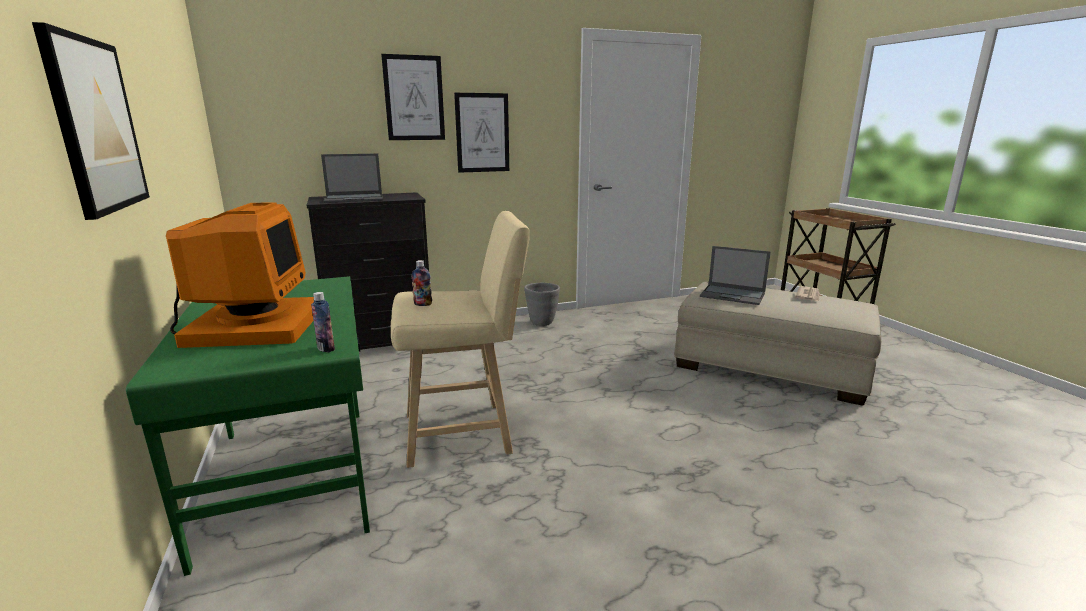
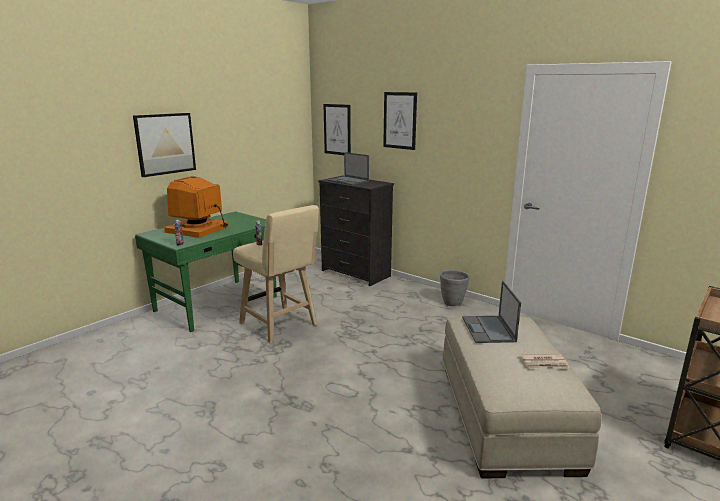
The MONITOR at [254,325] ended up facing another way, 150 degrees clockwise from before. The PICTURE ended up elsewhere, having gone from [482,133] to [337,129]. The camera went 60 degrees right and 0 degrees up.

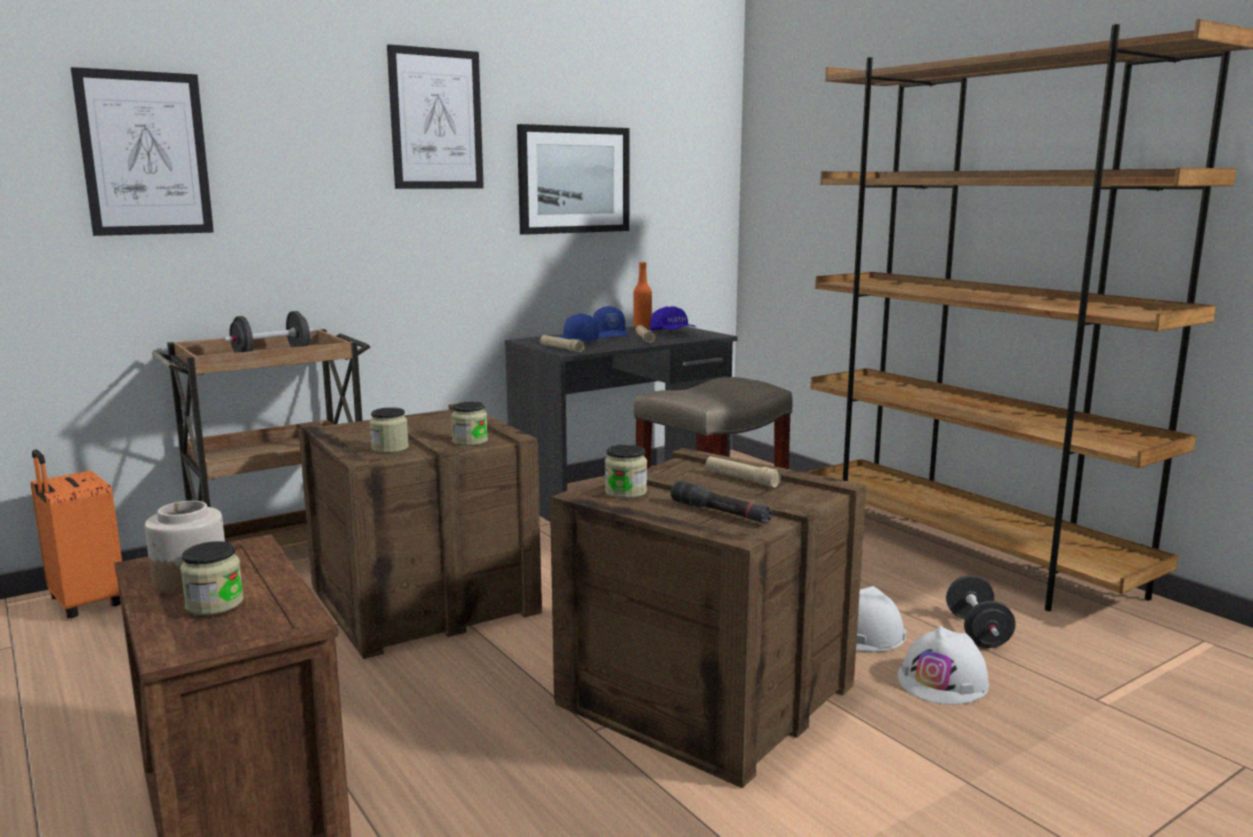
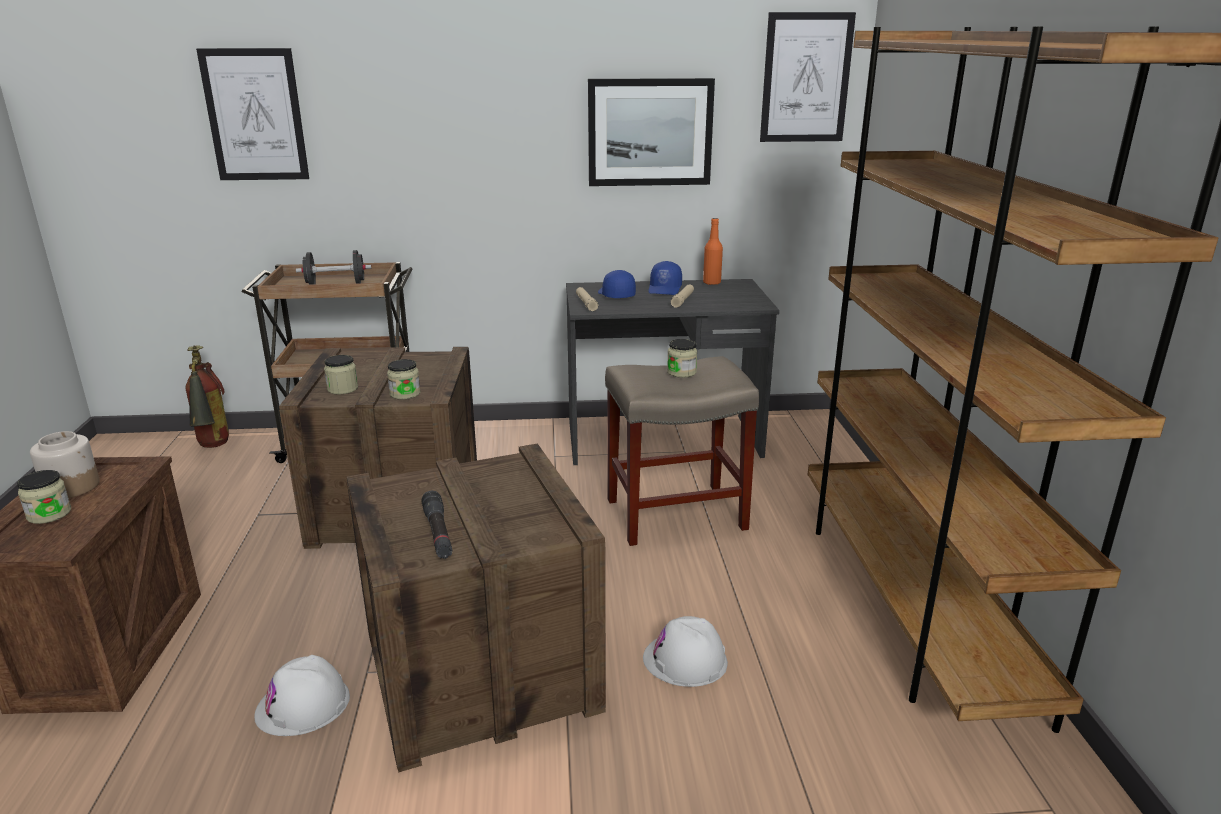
Where the ORANGE SUITCASE stood at [84,603], the FIRE EXTINGUISHER came to stand at [212,448]. The PICTURE ended up elsewhere, having gone from [436,119] to [806,78]. The JAR ended up elsewhere, having gone from [625,492] to [681,372]. The second view lost the BLUE CAP at [672,333]. The second view lost the BEIGE FLASHLIGHT at [741,479]. The WHITE HARD HAT ended up elsewhere, having gone from [943,681] to [303,705]. The second view lost the BLACK DUMBBELL at [977,632]. The camera went 30 degrees right and 10 degrees up.

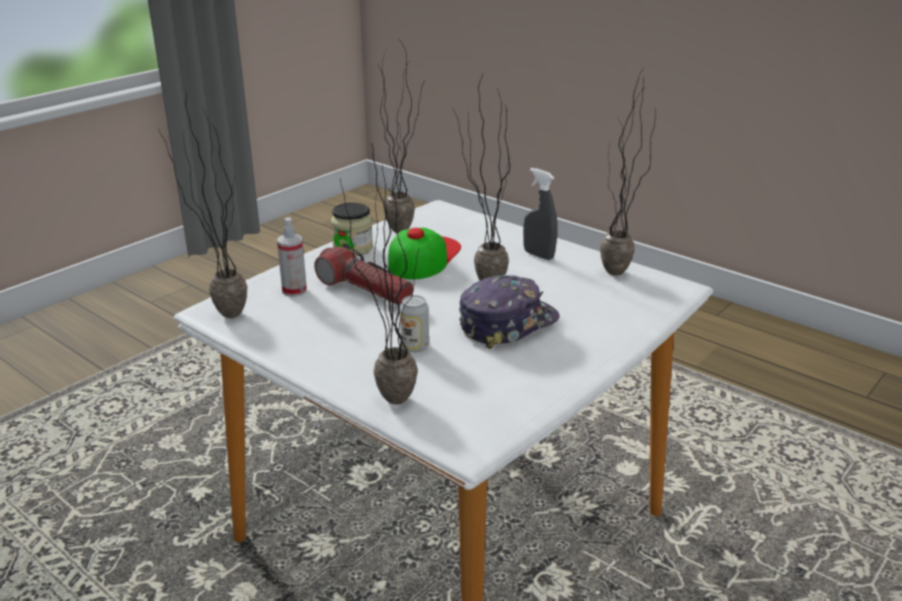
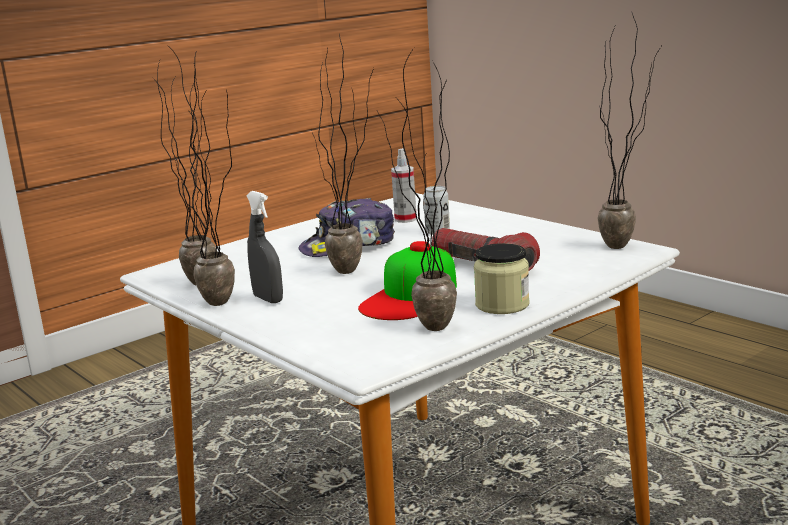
The SPRAY BOTTLE ended up elsewhere, having gone from [294,291] to [405,219]. The POTTED PLANT ended up elsewhere, having gone from [387,394] to [223,306]. The camera went 170 degrees left and 10 degrees down.

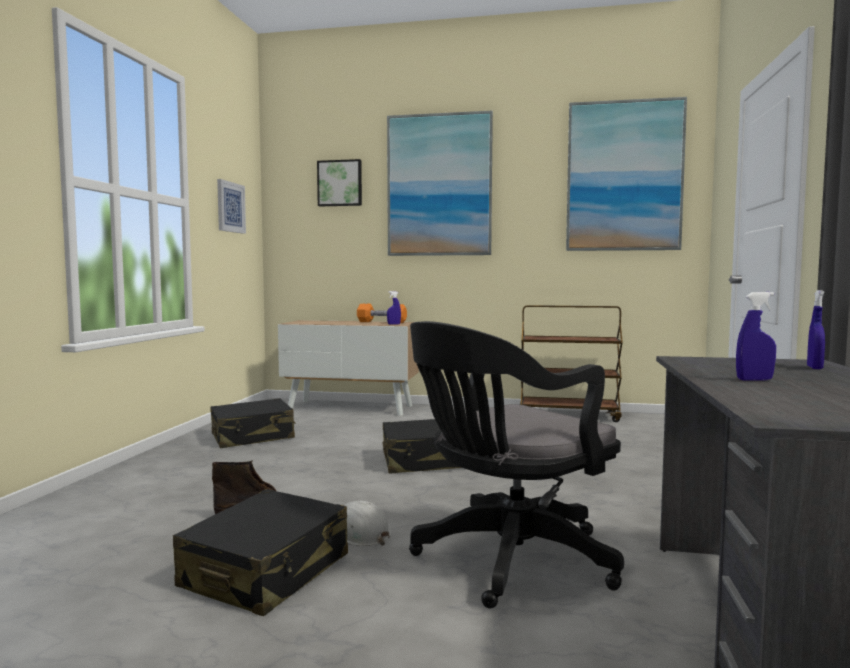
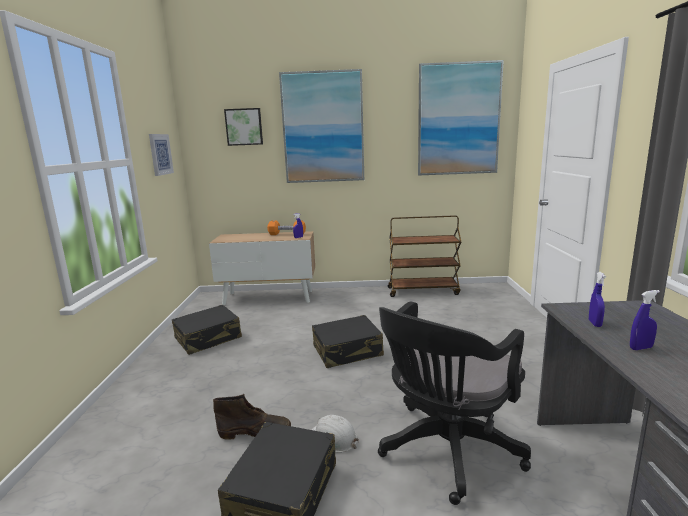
The BLUE SPRAY BOTTLE ended up elsewhere, having gone from [814,368] to [594,323]. The camera went 10 degrees left and 10 degrees up.

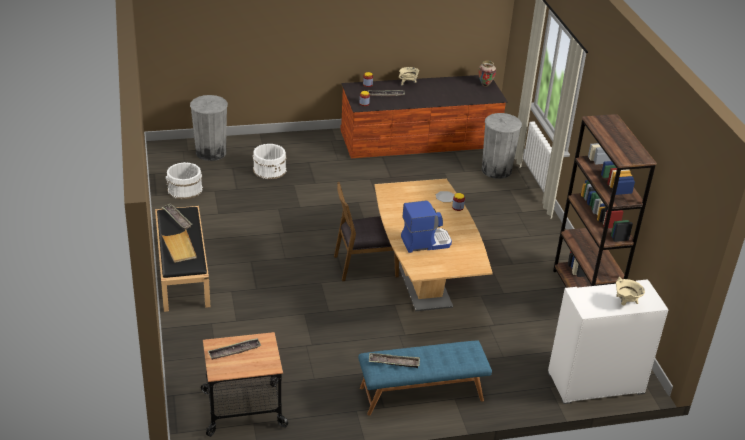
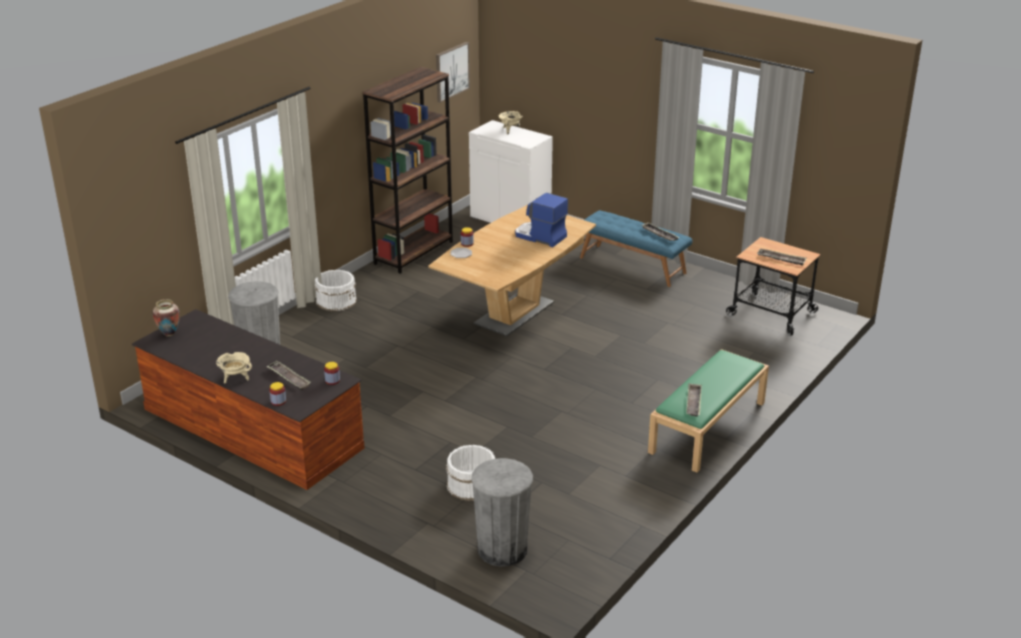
What was the BLACK BENCH at [182,271] turned into the GREEN BENCH at [707,427]. The second view lost the BEIGE TRAY at [179,248]. The WHITE BUCKET ended up elsewhere, having gone from [185,190] to [336,301]. The second view lost the BROWN CHAIR at [365,265]. The second view gained the PICTURE at [451,71]. The camera went 130 degrees left and 5 degrees down.

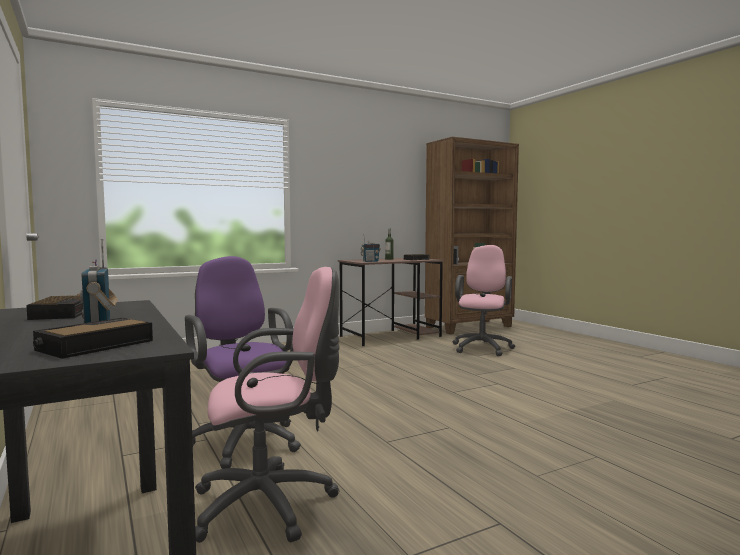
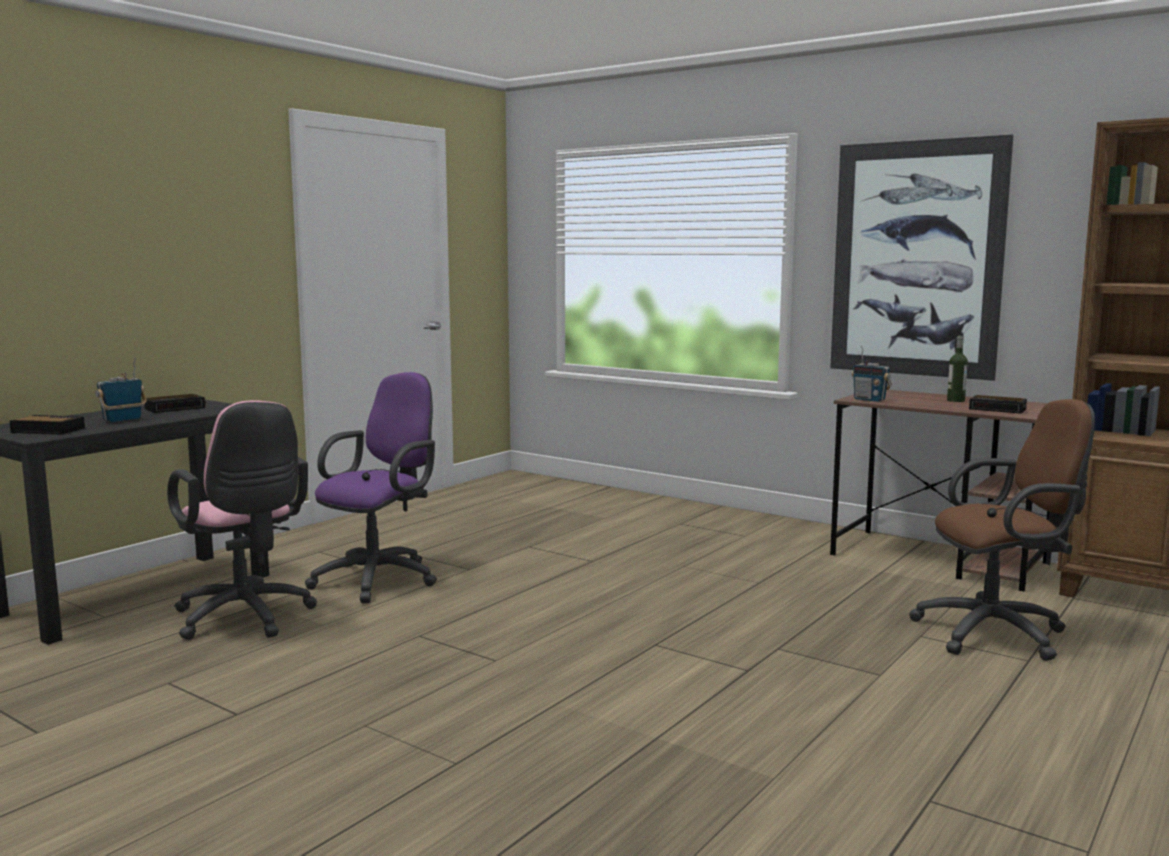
What was the PINK OFFICE CHAIR at [482,347] turned into the BROWN OFFICE CHAIR at [998,633]. The second view gained the PICTURE at [916,259]. The camera went 65 degrees right and 5 degrees up.

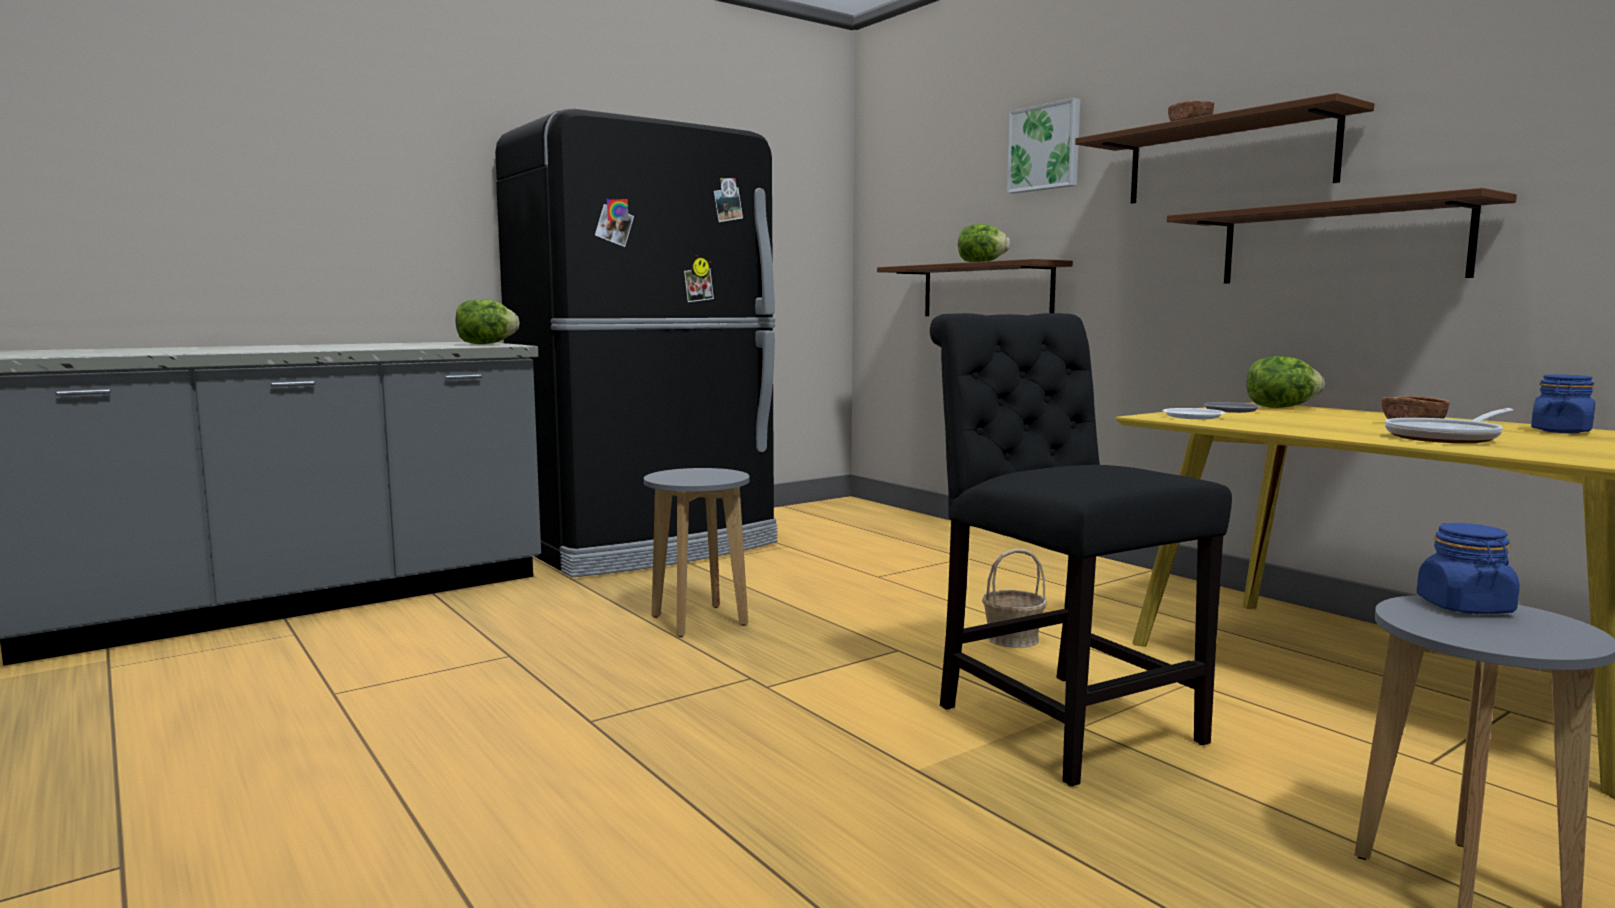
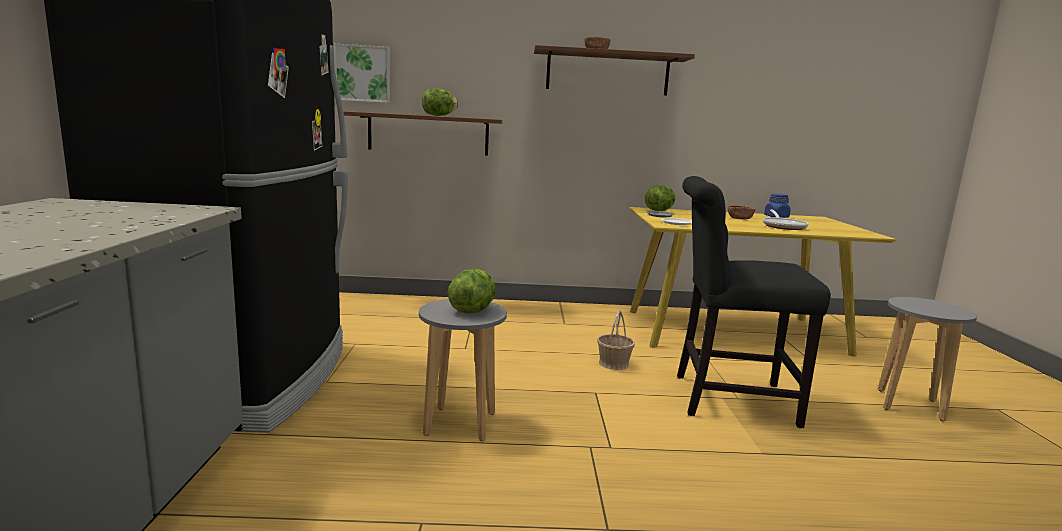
The LETTUCE ended up elsewhere, having gone from [486,344] to [472,310]. The PICTURE ended up elsewhere, having gone from [1045,148] to [363,74]. The second view lost the BROWN SHELF at [1340,244]. The second view lost the BLUE JAR at [1465,607]. The camera went 55 degrees left and 5 degrees up.

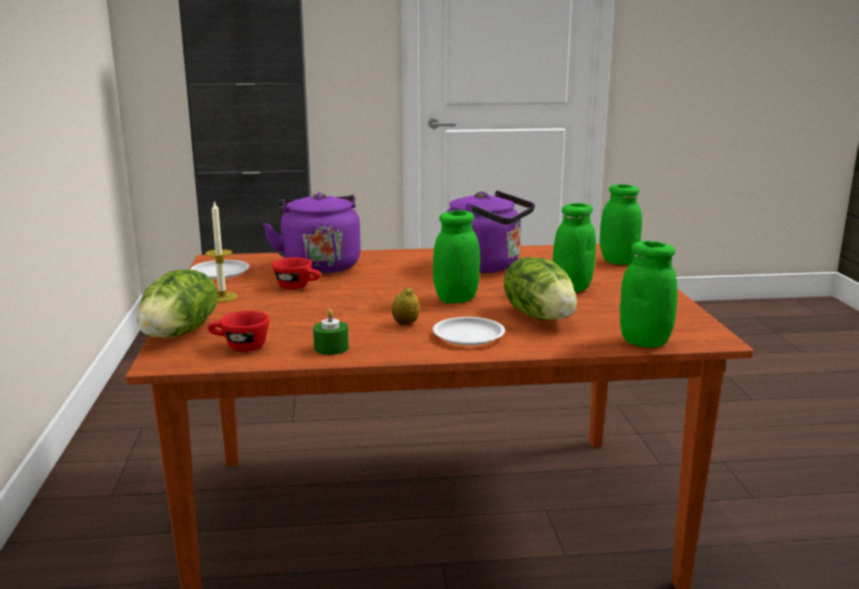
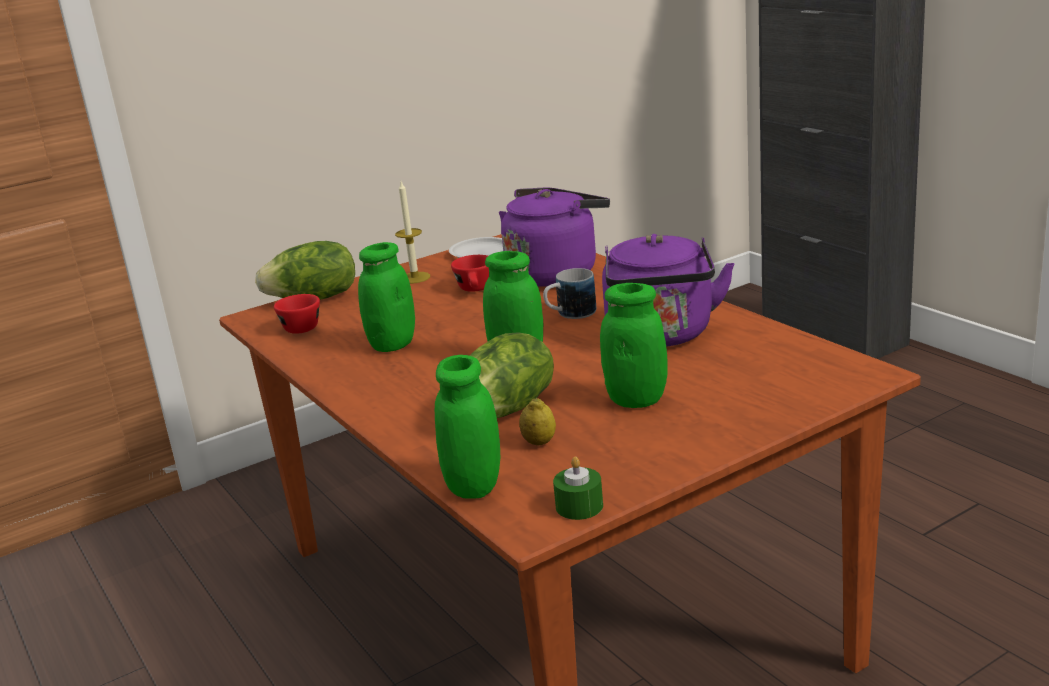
The GREEN CANDLE ended up elsewhere, having gone from [331,348] to [579,506]. The LEMON ended up elsewhere, having gone from [405,323] to [539,442]. The second view lost the WHITE PLATE at [468,336]. The GREEN JAR ended up elsewhere, having gone from [618,261] to [392,344]. The second view gained the MUG at [569,314]. The camera went 65 degrees right and 5 degrees up.

